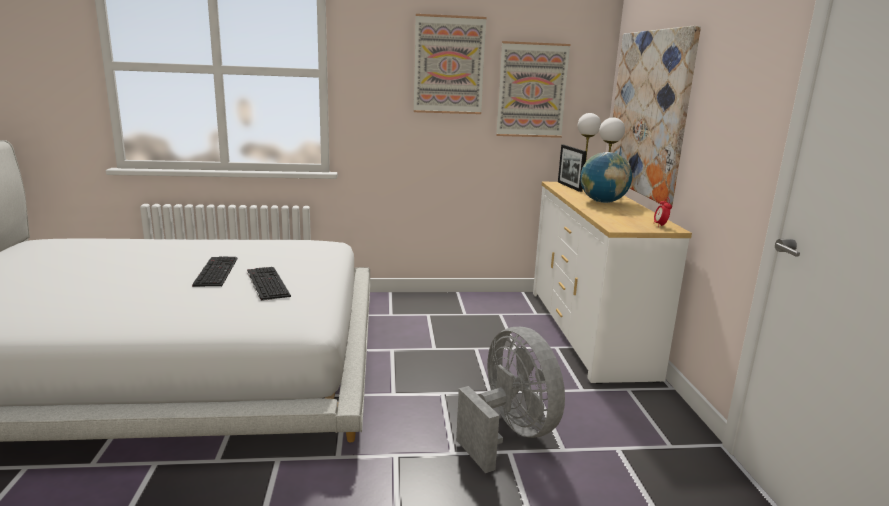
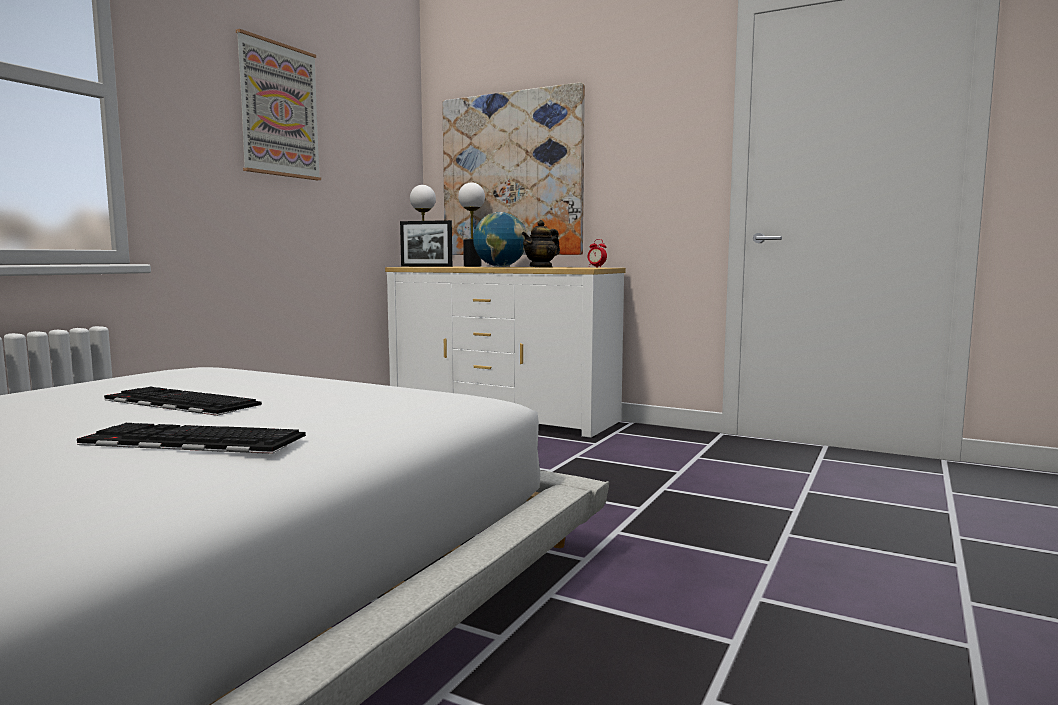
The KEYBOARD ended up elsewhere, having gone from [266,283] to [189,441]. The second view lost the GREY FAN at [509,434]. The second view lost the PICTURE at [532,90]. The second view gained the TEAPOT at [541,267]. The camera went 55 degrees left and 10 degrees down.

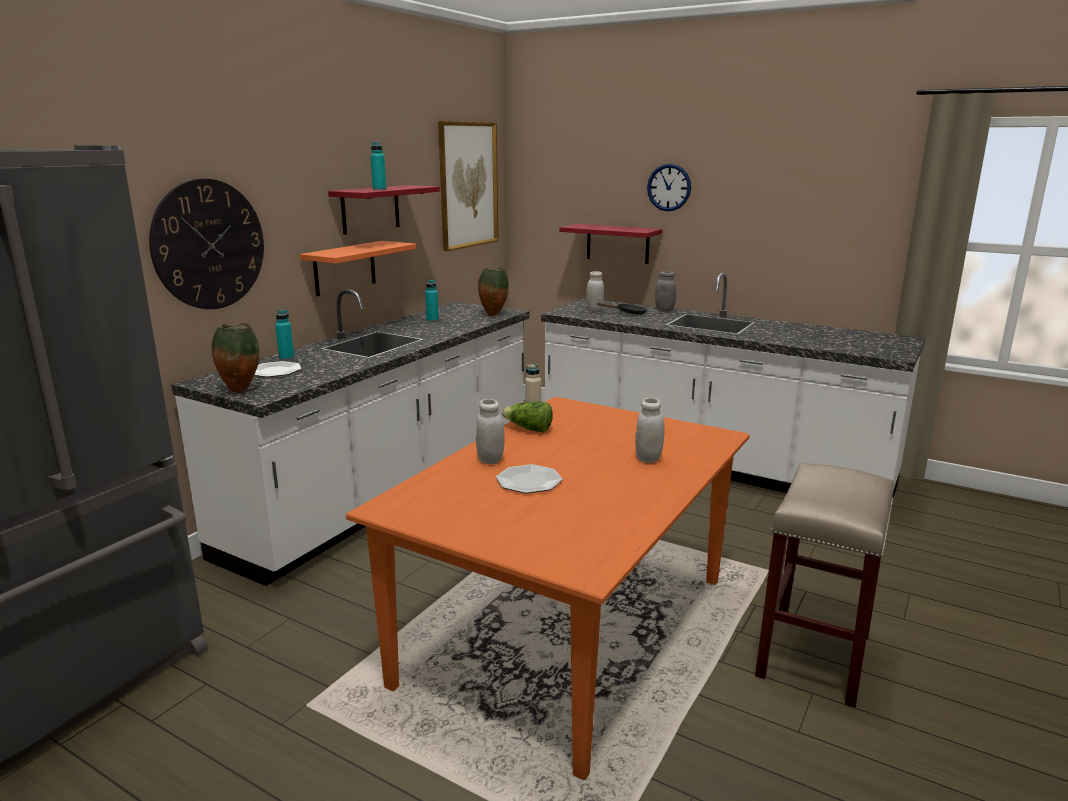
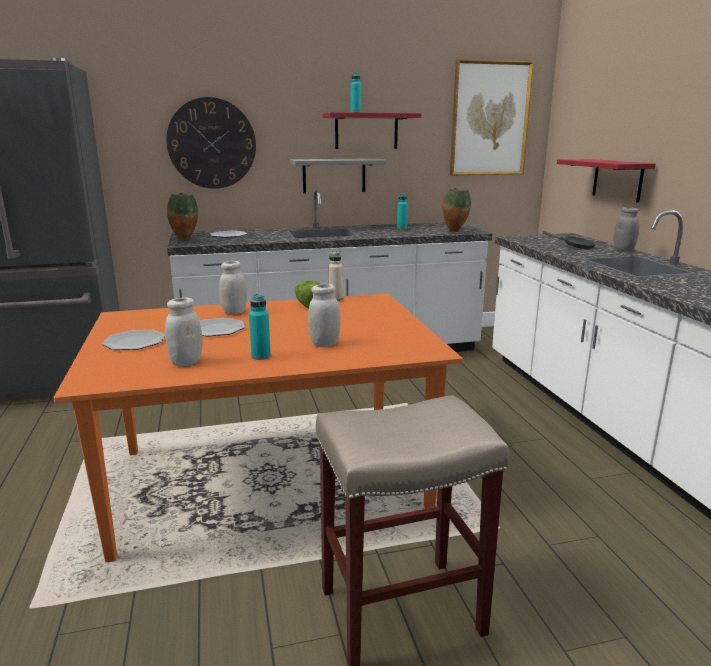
The TURQUOISE BOTTLE ended up elsewhere, having gone from [286,358] to [261,356]. What was the ORANGE SHELF at [344,268] turned into the GREY SHELF at [334,175]. The WHITE JAR ended up elsewhere, having gone from [594,310] to [186,362]. The second view lost the WALL CLOCK at [669,187]. The second view gained the PLATE at [134,342]. The camera went 45 degrees right and 0 degrees up.

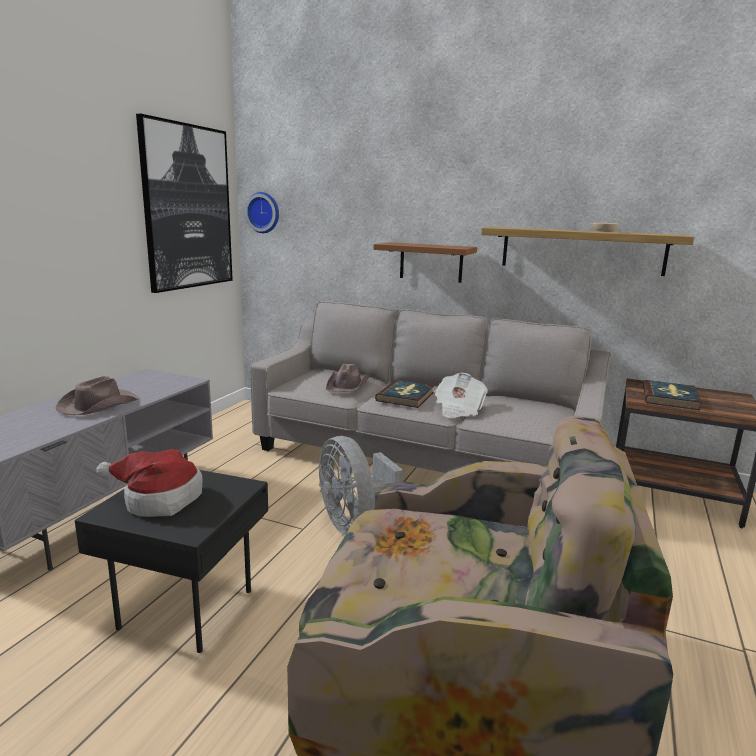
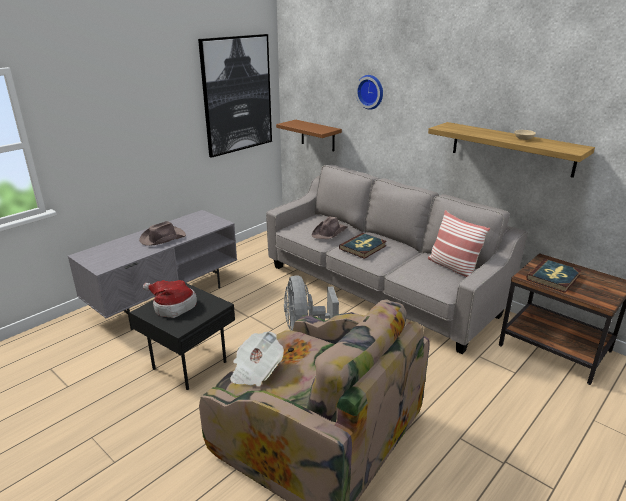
The WALL CLOCK ended up elsewhere, having gone from [264,212] to [371,91]. The BROWN SHELF ended up elsewhere, having gone from [431,262] to [317,135]. The NEWSPAPER ended up elsewhere, having gone from [458,409] to [256,371]. The second view gained the PILLOW at [452,267]. The camera went 20 degrees right and 10 degrees up.

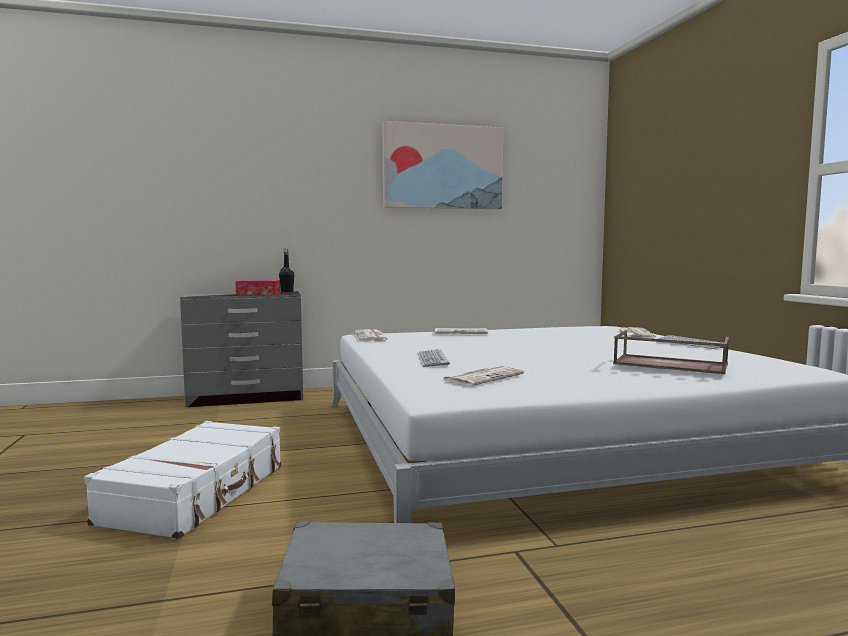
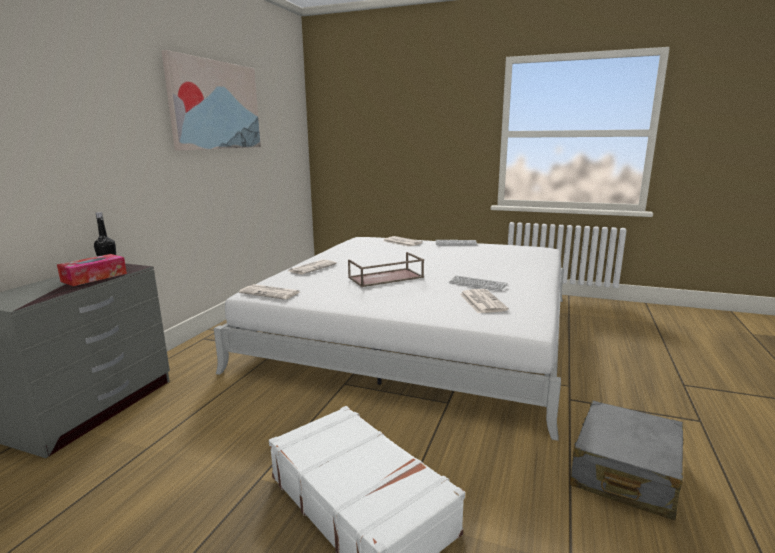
The KEYBOARD ended up elsewhere, having gone from [432,359] to [477,284]. The BROWN TRAY ended up elsewhere, having gone from [668,364] to [385,278]. The camera went 55 degrees left and 10 degrees up.

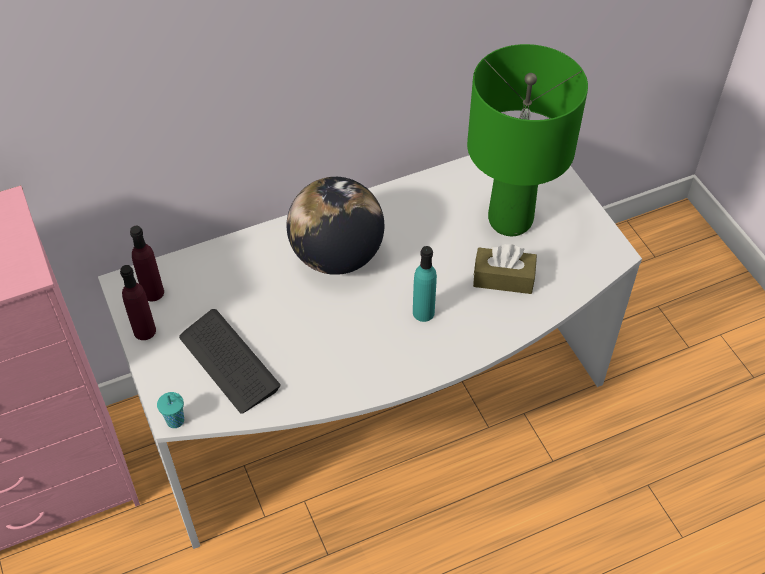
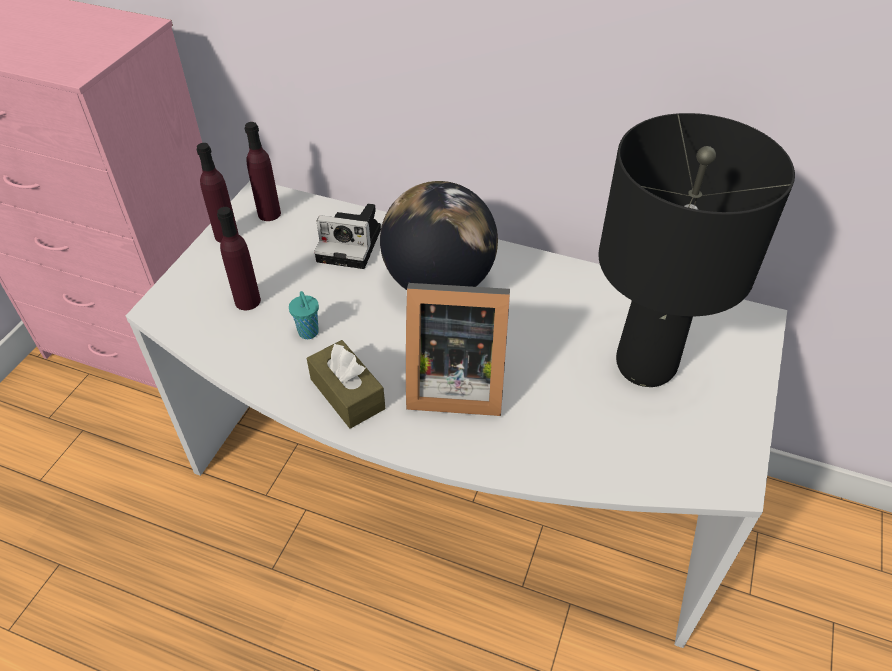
The TURQUOISE CUP ended up elsewhere, having gone from [176,421] to [309,333]. Where the KEYBOARD stood at [229,362], the PURPLE BOTTLE came to stand at [247,301]. Where the TURQUOISE BOTTLE stood at [423,312], the PICTURE FRAME came to stand at [452,384]. What was the GREEN TABLE LAMP at [511,221] turned into the BLACK TABLE LAMP at [646,366]. The BROWN TISSUE BOX ended up elsewhere, having gone from [503,278] to [347,394]. The second view gained the PHOTO CAMERA at [352,245]. The camera went 45 degrees right and 5 degrees down.

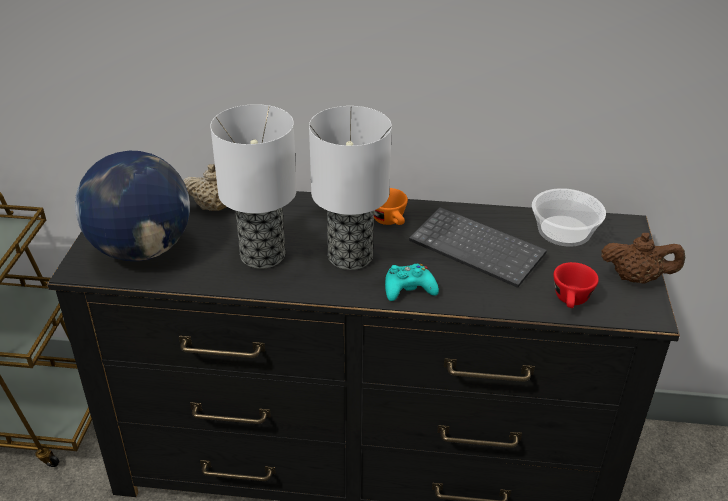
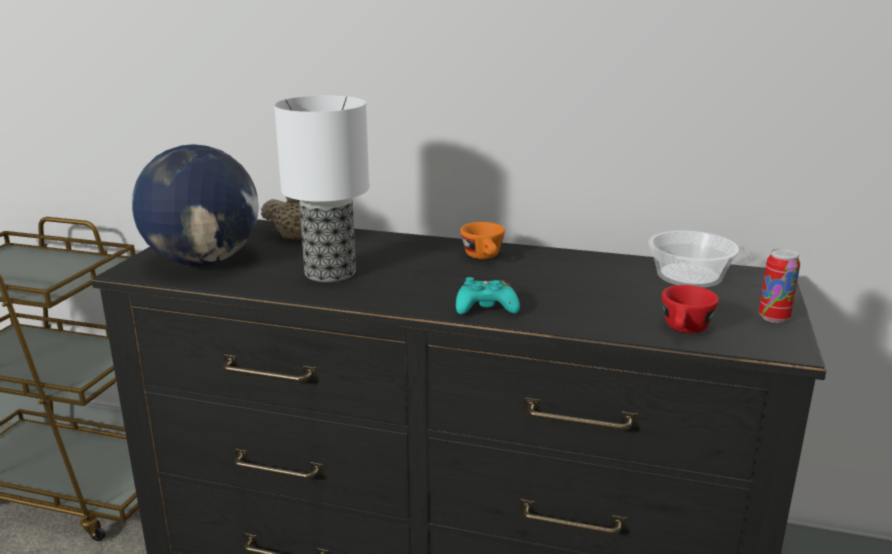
The second view lost the TABLE LAMP at [349,257]. The second view lost the KEYBOARD at [479,248]. Where the BROWN TEAPOT stood at [636,278], the CAN came to stand at [774,317]. The camera went 10 degrees right and 15 degrees down.

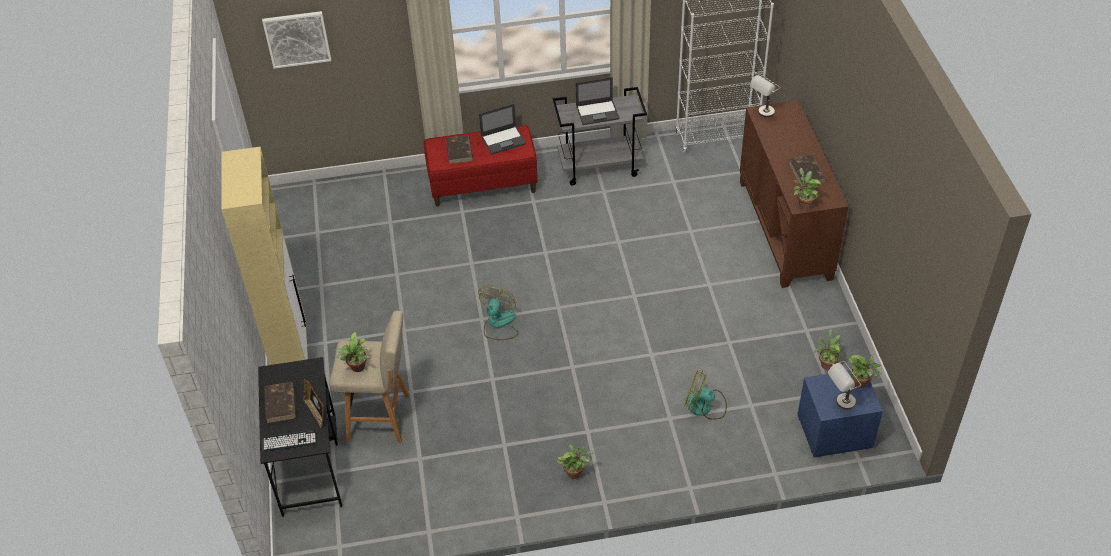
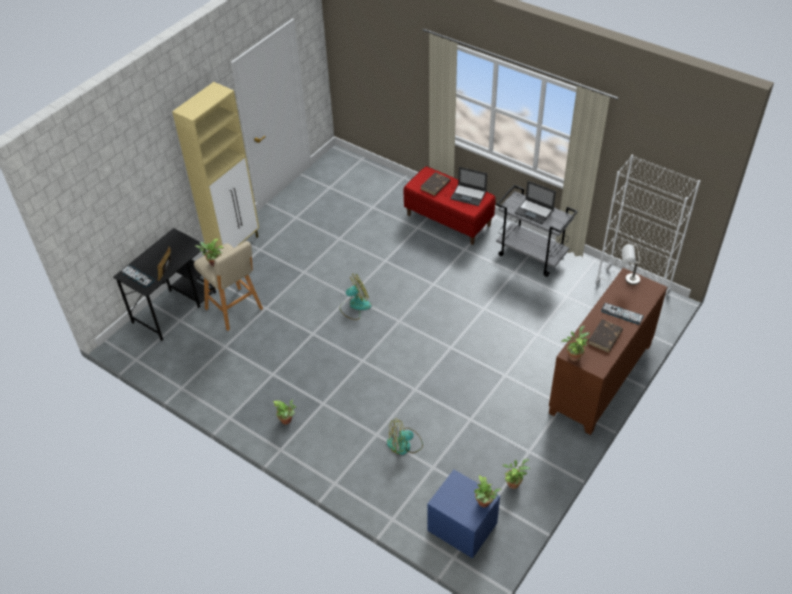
The second view lost the PICTURE at [297,39]. The second view lost the BROWN BOOK at [281,404]. The FAN at [704,406] ended up facing another way, 75 degrees counterclockwise from before. The second view lost the GREY TABLE LAMP at [840,404]. The second view gained the KEYBOARD at [622,314]. The camera went 45 degrees right and 0 degrees up.

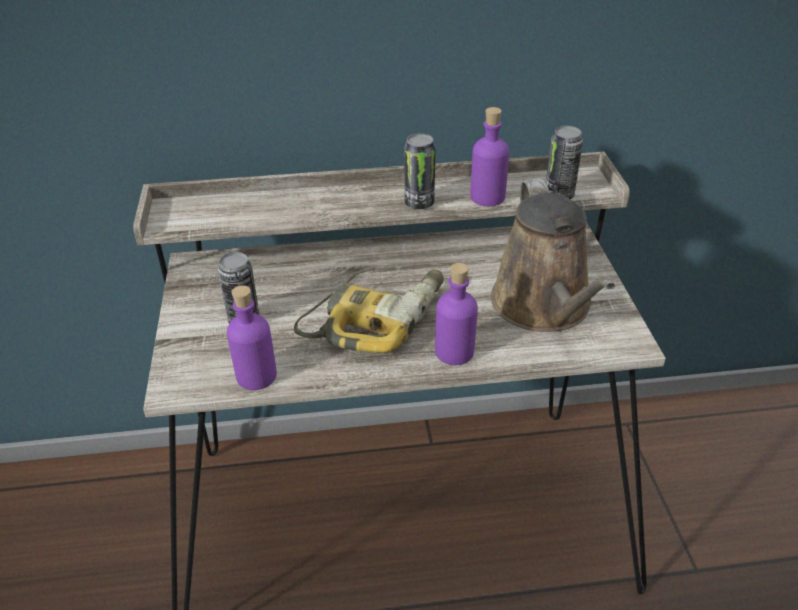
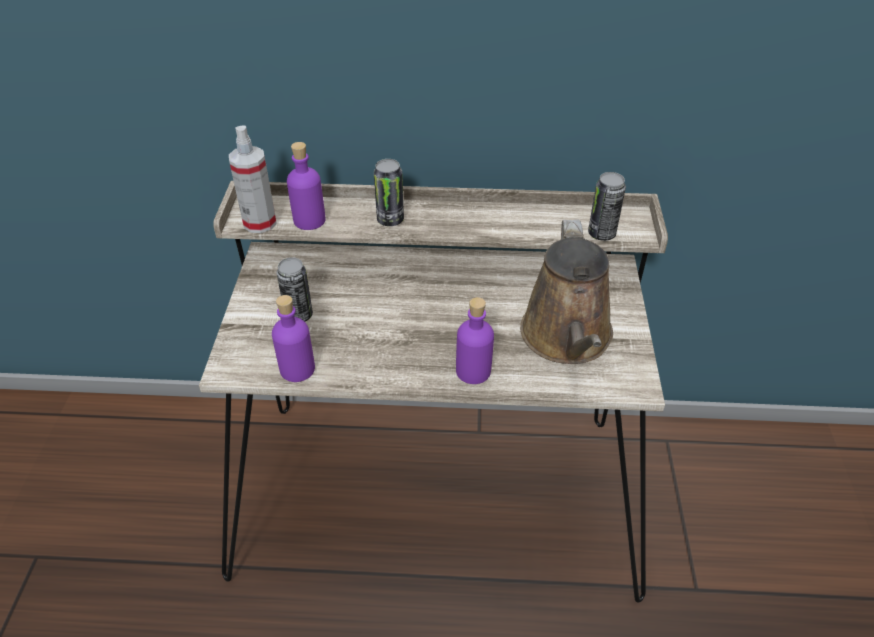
The second view lost the POWER DRILL at [376,316]. The CAN ended up elsewhere, having gone from [419,203] to [390,220]. The PURPLE BOTTLE ended up elsewhere, having gone from [487,197] to [309,220]. The second view gained the SPRAY BOTTLE at [260,223]. The camera went 10 degrees right and 5 degrees up.

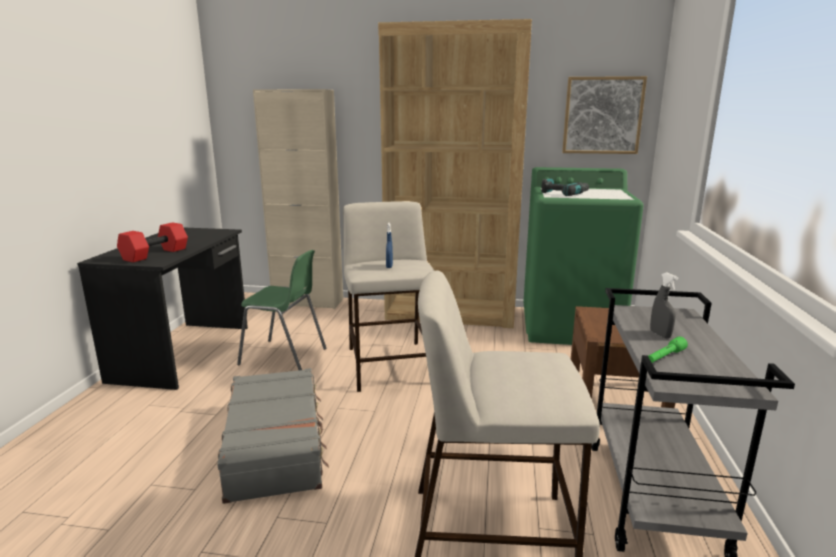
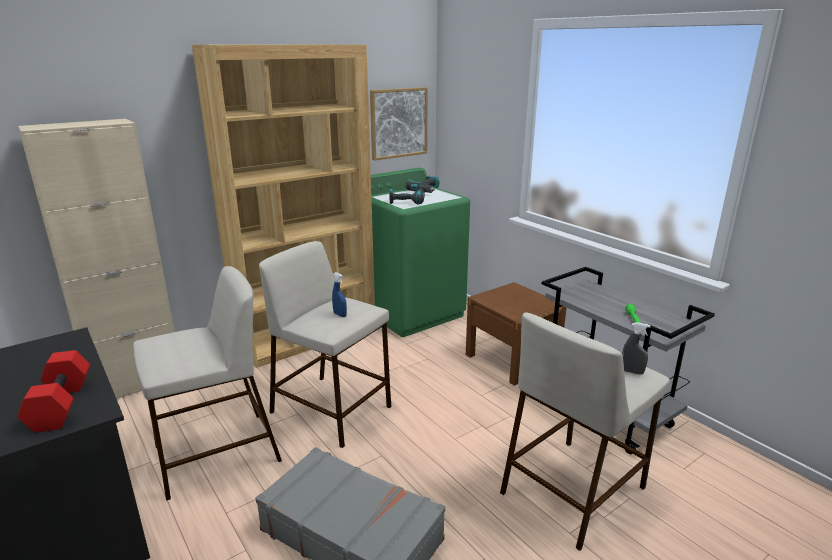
Where the GREEN CHAIR stood at [284,356], the BEIGE STOOL came to stand at [215,454]. The GREY SPRAY BOTTLE ended up elsewhere, having gone from [660,334] to [632,372]. The second view gained the POWER DRILL at [427,191]. The camera went 45 degrees left and 5 degrees up.

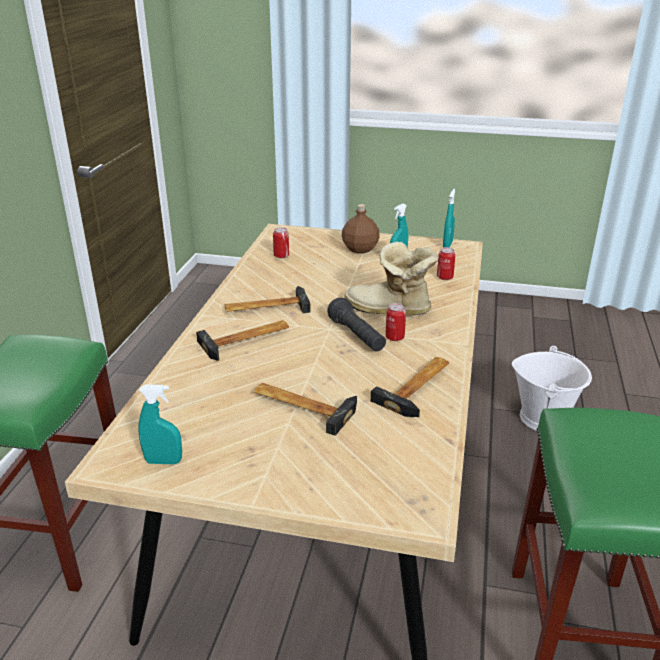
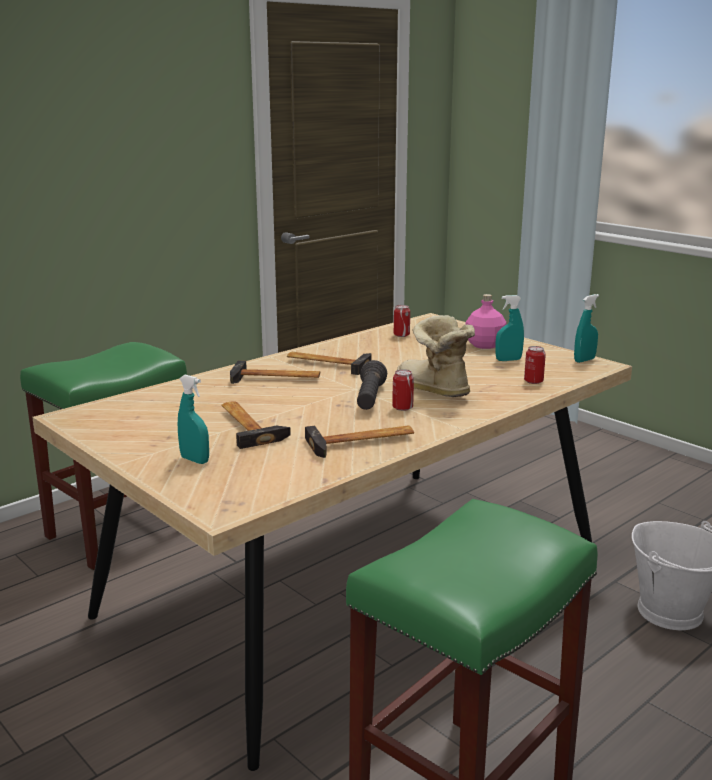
The TURQUOISE SPRAY BOTTLE ended up elsewhere, having gone from [163,461] to [195,460]. What was the BROWN BOTTLE at [360,249] turned into the PINK BOTTLE at [484,345]. The camera went 35 degrees right and 10 degrees down.

